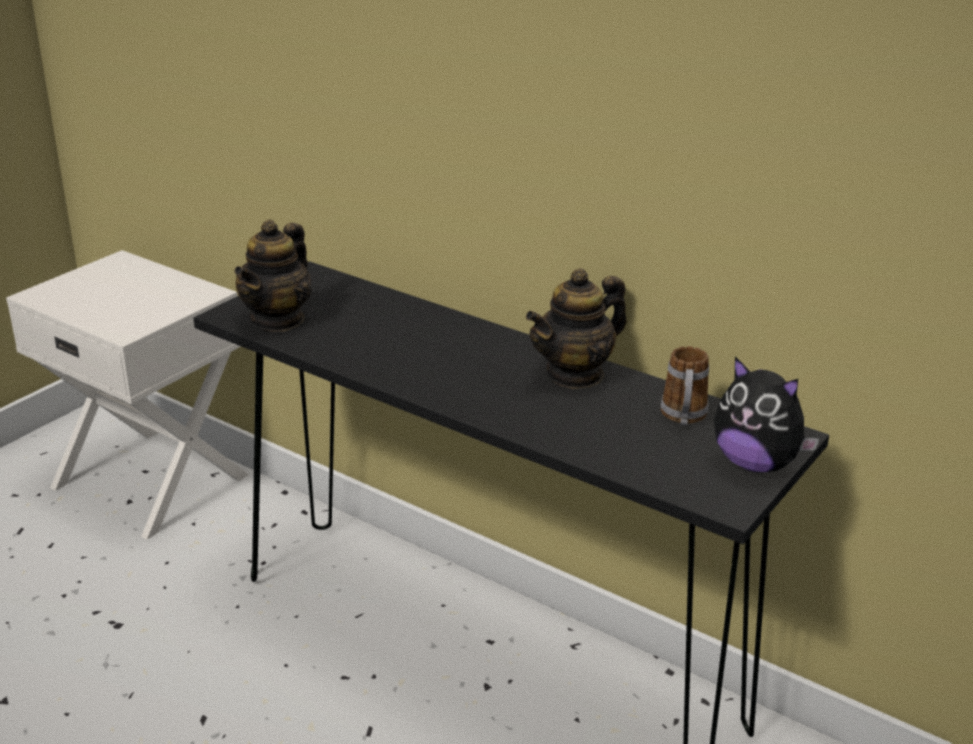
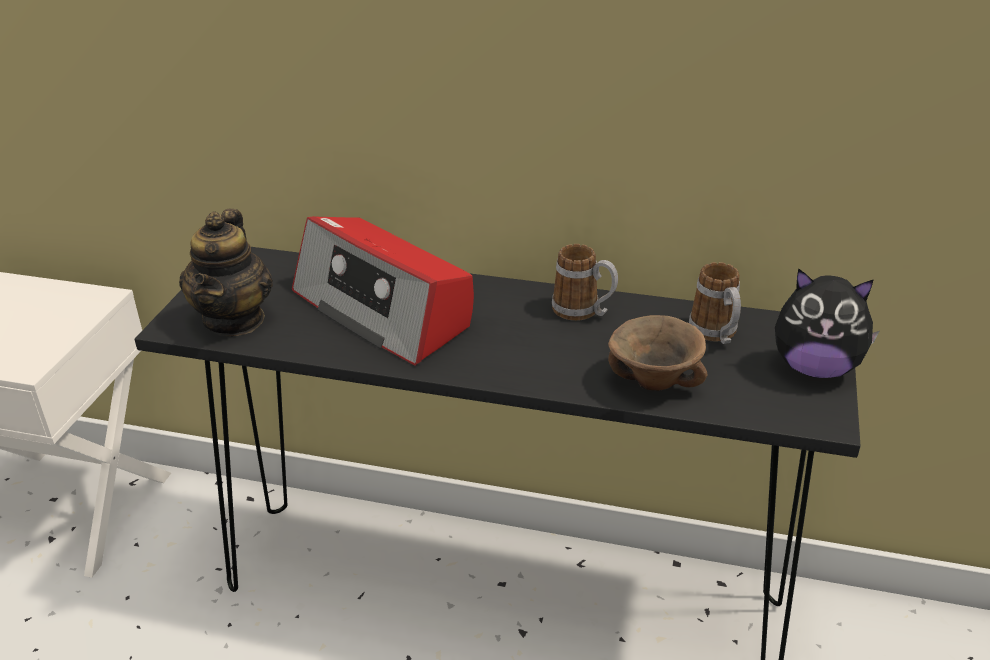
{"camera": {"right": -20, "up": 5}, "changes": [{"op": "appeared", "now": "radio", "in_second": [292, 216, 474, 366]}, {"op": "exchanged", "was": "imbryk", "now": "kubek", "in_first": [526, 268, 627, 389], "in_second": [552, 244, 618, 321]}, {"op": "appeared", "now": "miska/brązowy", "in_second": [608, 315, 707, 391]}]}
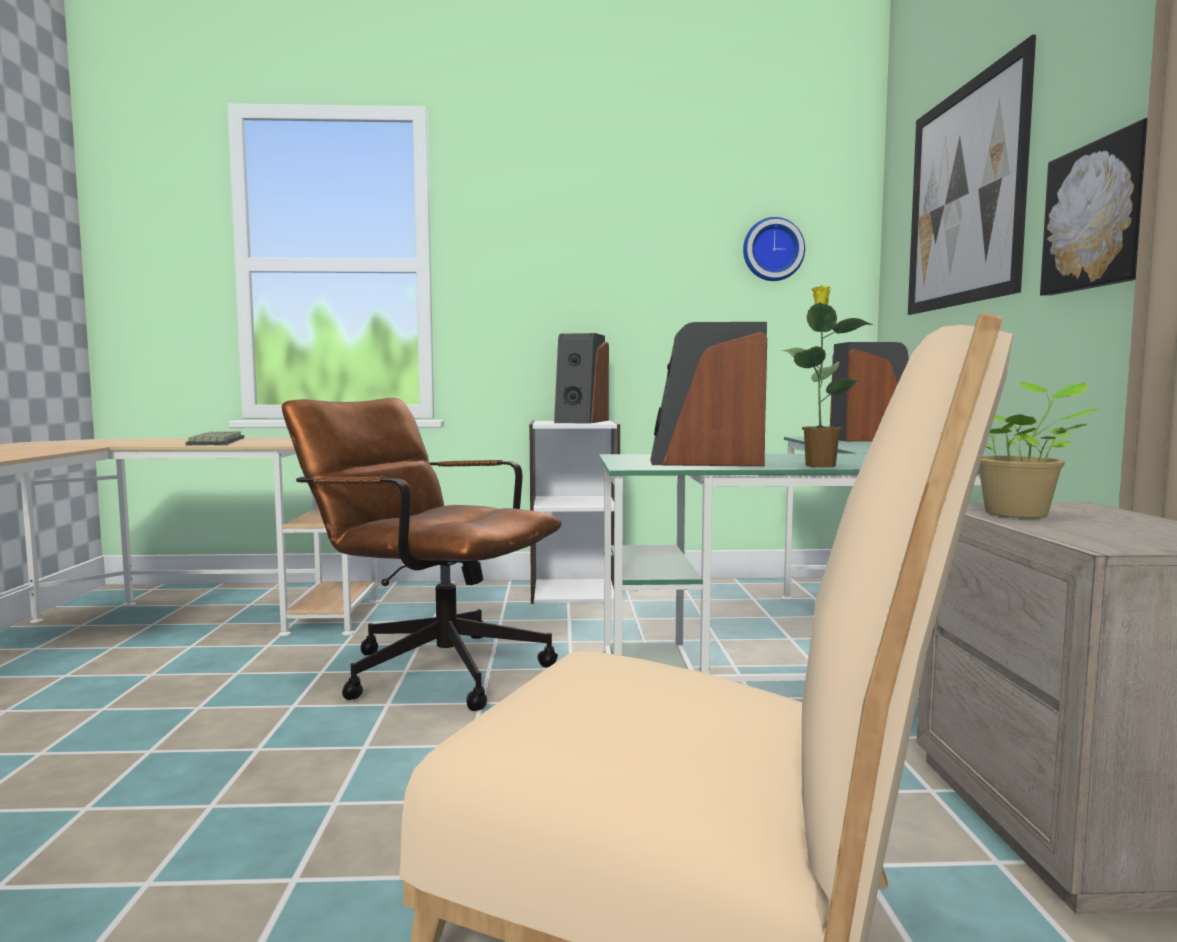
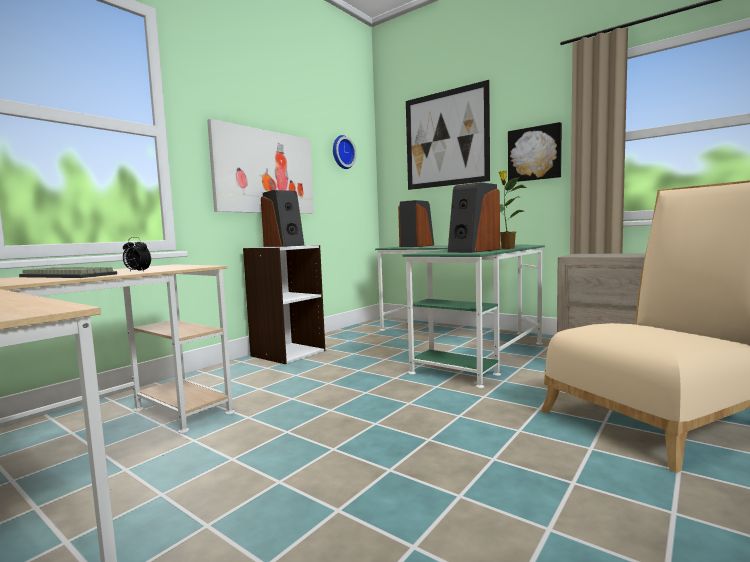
{"camera": {"right": -50, "up": 0}, "changes": [{"op": "appeared", "now": "budzik", "in_second": [123, 237, 151, 272]}, {"op": "appeared", "now": "obraz", "in_second": [207, 119, 314, 214]}, {"op": "missing", "was": "krzesło biurowe/brązowy", "in_first": [282, 398, 562, 711]}, {"op": "missing", "was": "roślina doniczkowa", "in_first": [979, 382, 1100, 518]}]}
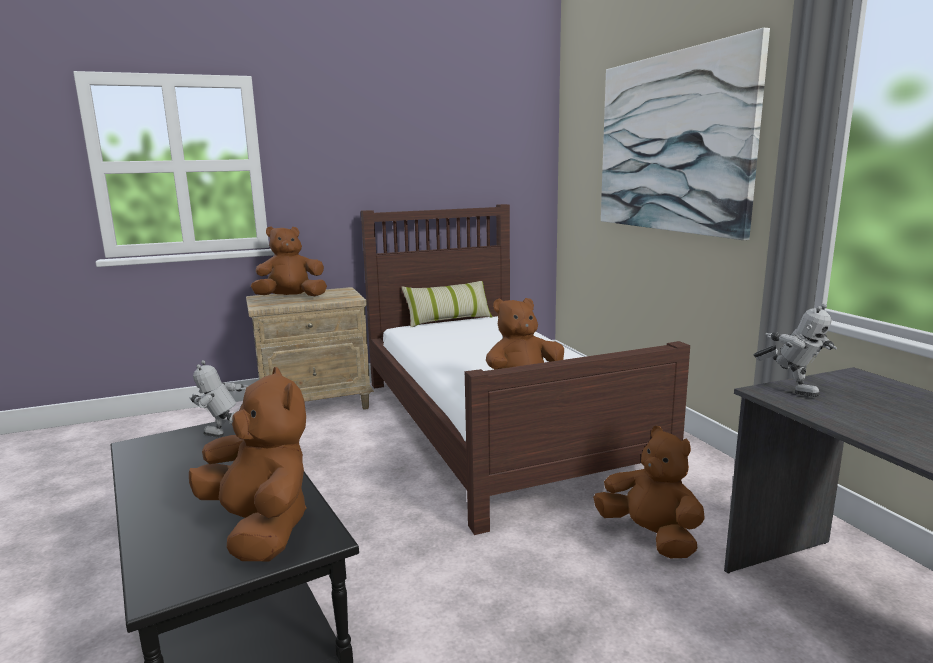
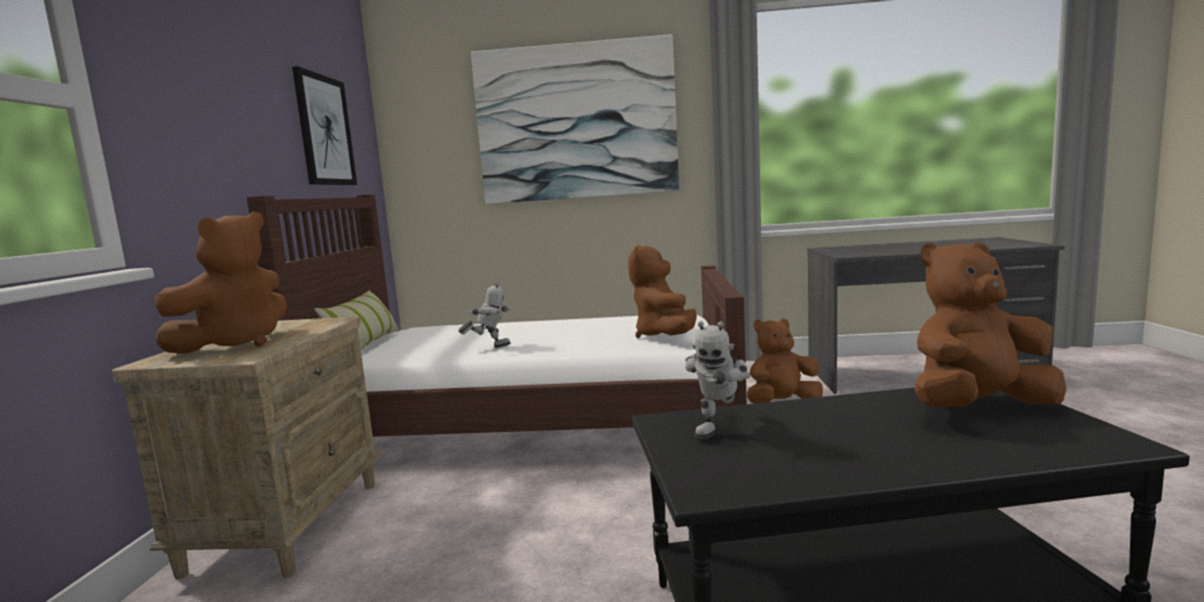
{"camera": {"right": -65, "up": -5}, "changes": [{"op": "spun", "was": "pluszak/brązowy", "in_first": [251, 226, 327, 296], "in_second": [155, 212, 287, 354], "clockwise": -150}, {"op": "appeared", "now": "obraz", "in_second": [292, 66, 357, 185]}, {"op": "relocated", "was": "robot zabawkowy", "in_first": [754, 304, 837, 397], "in_second": [458, 282, 511, 348]}]}
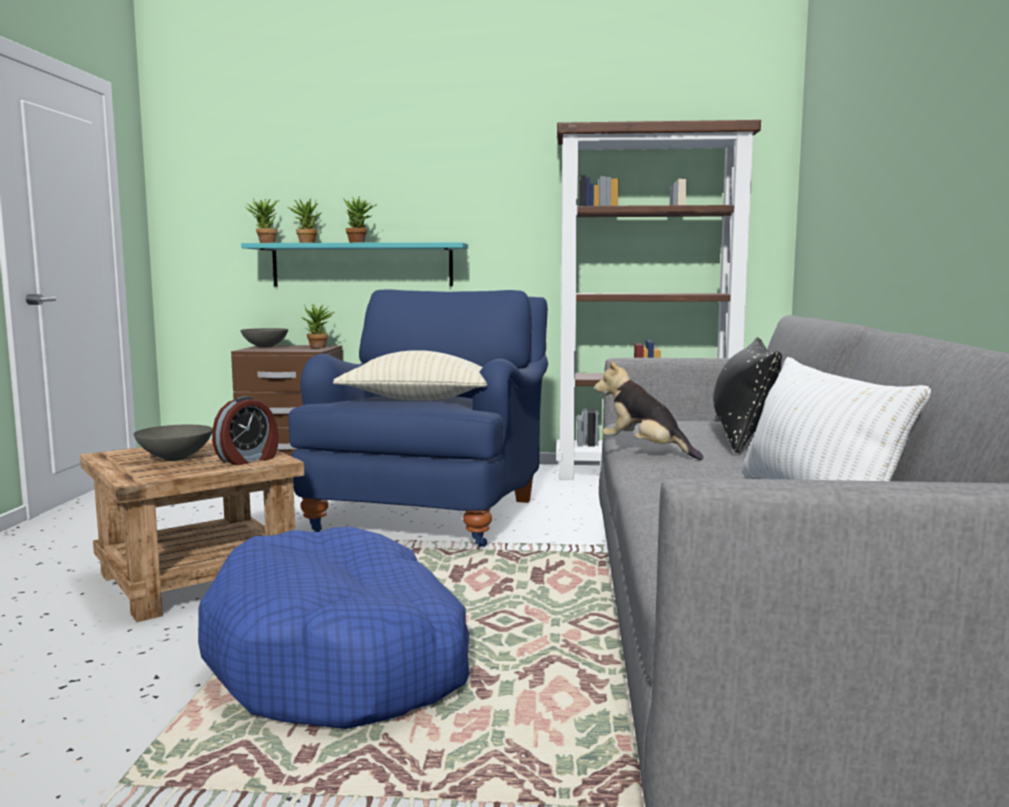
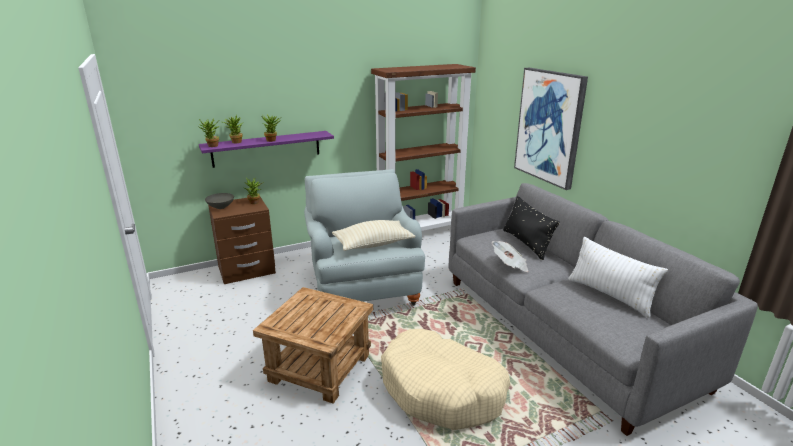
{"camera": {"right": -30, "up": 15}, "changes": [{"op": "colour", "was": "półka/turkusowy", "now": "półka/fioletowy", "in_first": [241, 242, 468, 286], "in_second": [199, 131, 334, 168]}, {"op": "colour", "was": "fotel/niebieski", "now": "fotel/szary", "in_first": [288, 289, 548, 547], "in_second": [304, 169, 425, 306]}, {"op": "colour", "was": "legowisko/niebieski", "now": "legowisko/beżowy", "in_first": [198, 527, 470, 729], "in_second": [381, 329, 510, 430]}, {"op": "exchanged", "was": "pluszak", "now": "gazeta", "in_first": [595, 361, 703, 460], "in_second": [492, 241, 528, 272]}, {"op": "appeared", "now": "obraz", "in_second": [514, 68, 588, 190]}, {"op": "missing", "was": "miska/szary", "in_first": [133, 425, 213, 461]}, {"op": "missing", "was": "budzik", "in_first": [212, 396, 279, 465]}]}
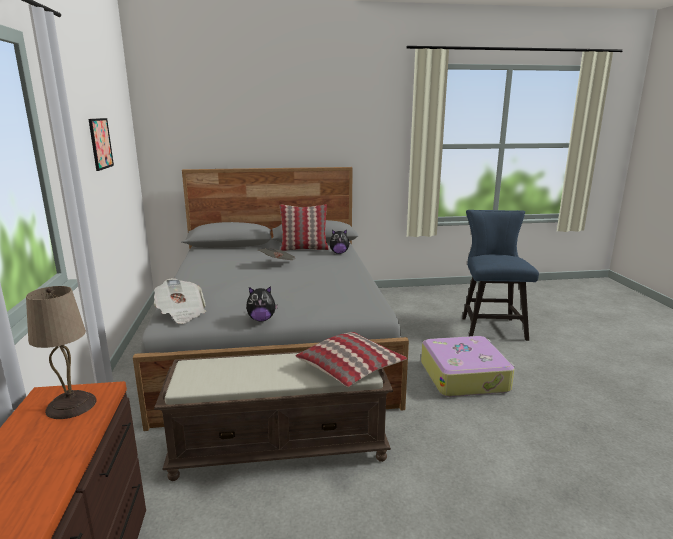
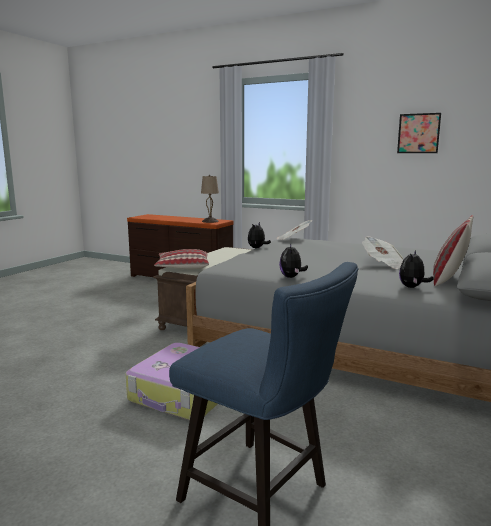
{"camera": {"right": 125, "up": -5}, "changes": [{"op": "appeared", "now": "pluszak", "in_second": [279, 244, 308, 278]}]}
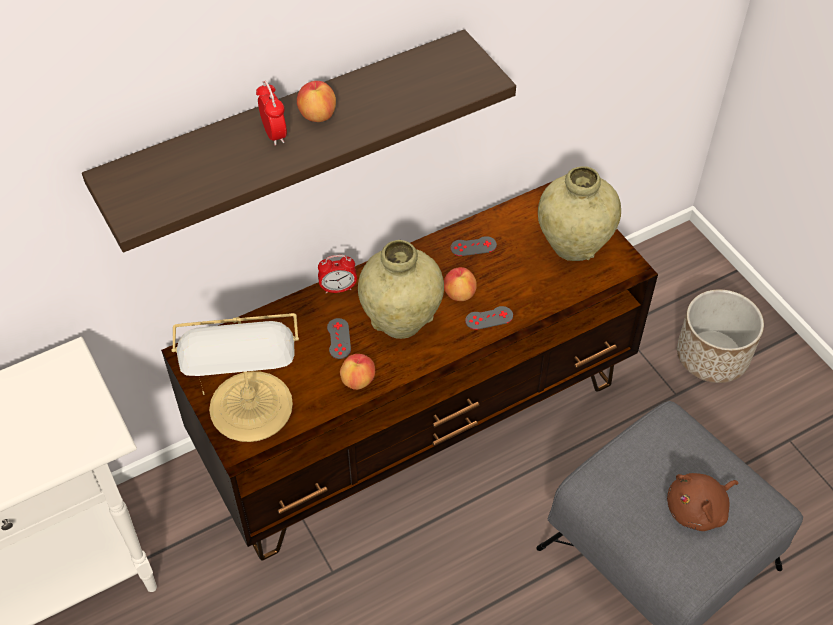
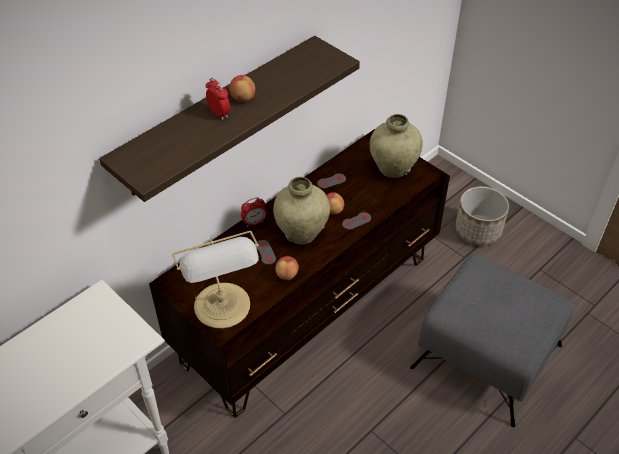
{"camera": {"right": -15, "up": -5}, "changes": [{"op": "missing", "was": "pluszak/brązowy", "in_first": [667, 473, 738, 531]}]}
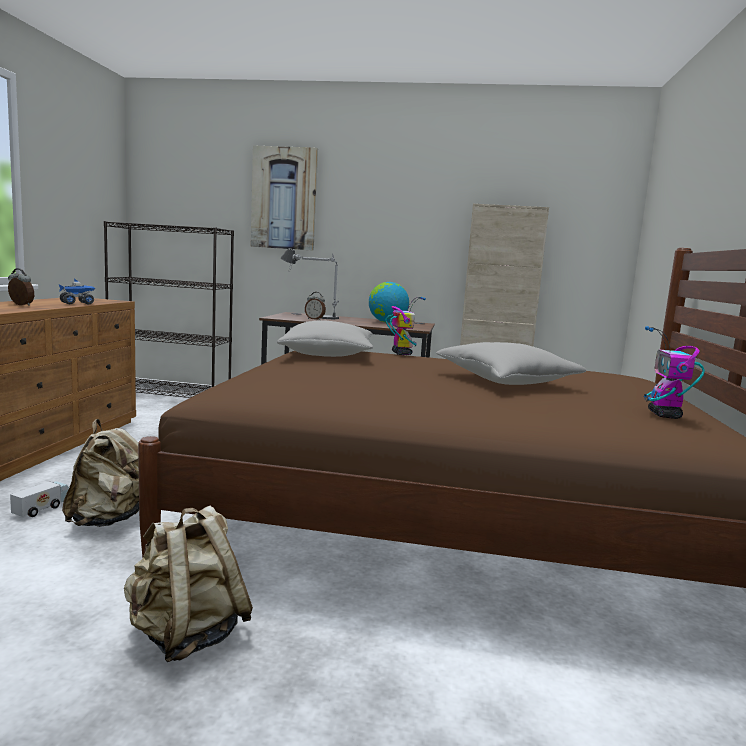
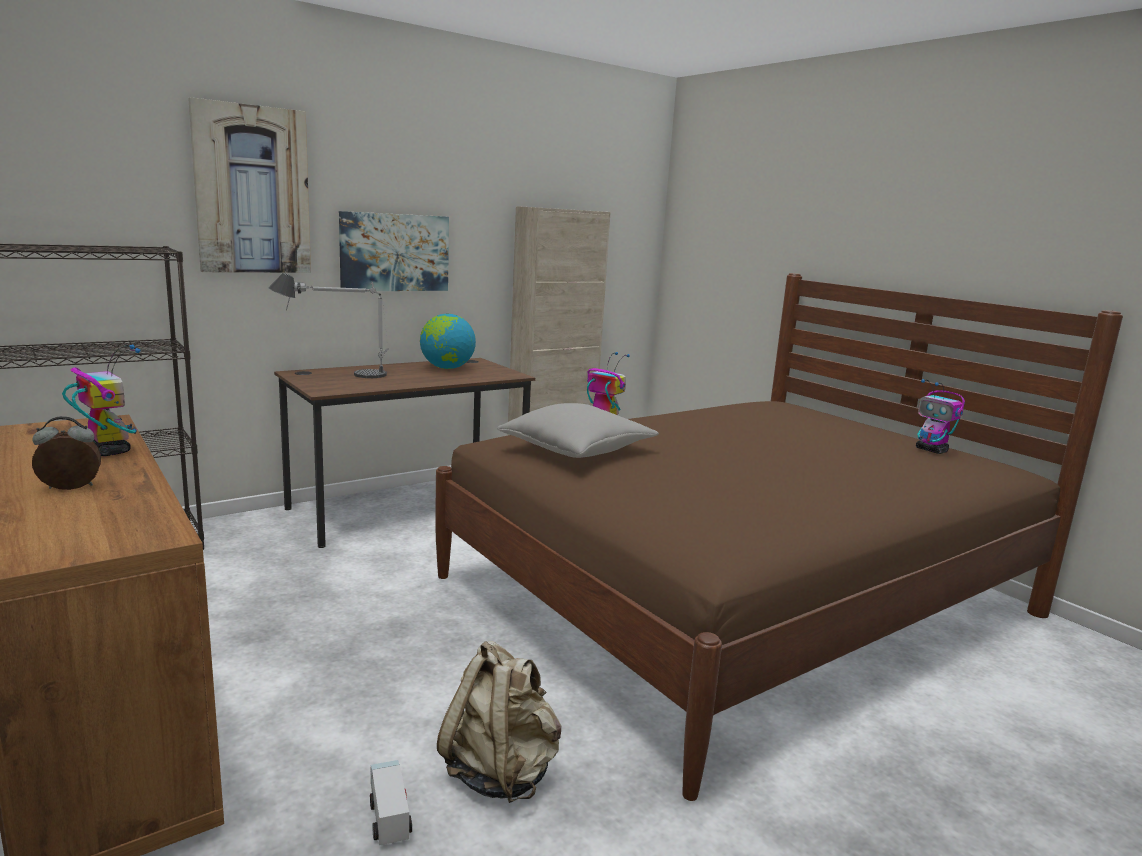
{"camera": {"right": -45, "up": 5}, "changes": [{"op": "exchanged", "was": "ciężarówka zabawkowa", "now": "robot zabawkowy", "in_first": [59, 278, 95, 304], "in_second": [62, 345, 140, 456]}, {"op": "appeared", "now": "obraz", "in_second": [339, 211, 449, 291]}, {"op": "missing", "was": "plecak/beżowy", "in_first": [124, 506, 253, 662]}, {"op": "missing", "was": "budzik", "in_first": [305, 292, 326, 320]}, {"op": "missing", "was": "poduszka/szary", "in_first": [436, 342, 586, 385]}]}
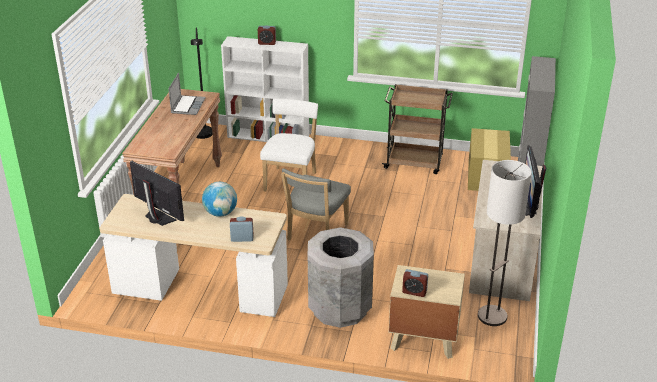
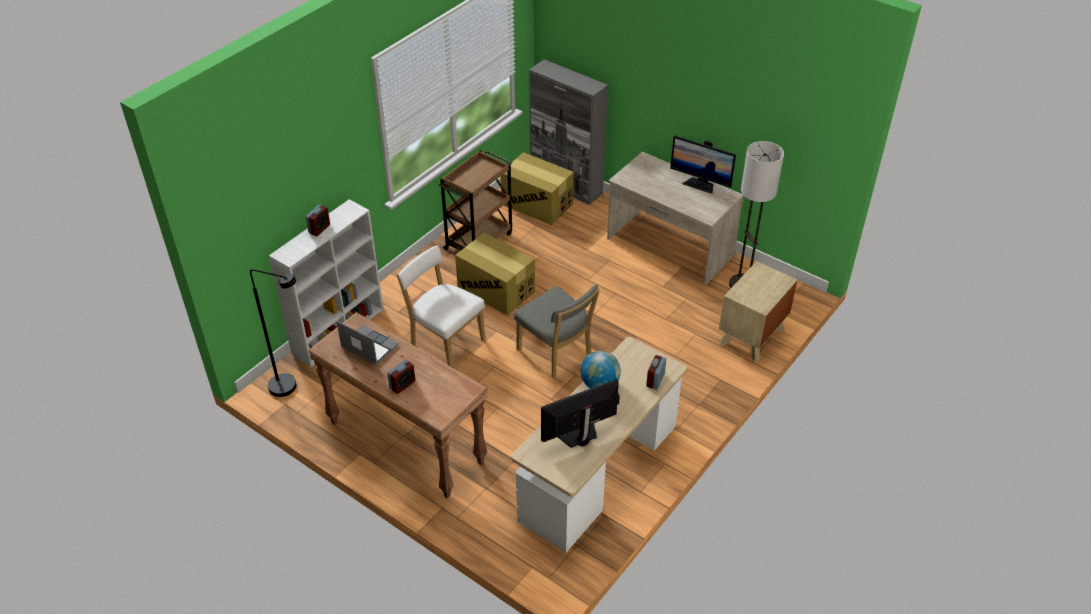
{"camera": {"right": -65, "up": 10}, "changes": [{"op": "relocated", "was": "budzik", "in_first": [402, 269, 428, 297], "in_second": [387, 360, 415, 394]}, {"op": "appeared", "now": "karton", "in_second": [455, 233, 535, 315]}, {"op": "missing", "was": "kosz na śmieci/szary", "in_first": [308, 227, 374, 328]}]}
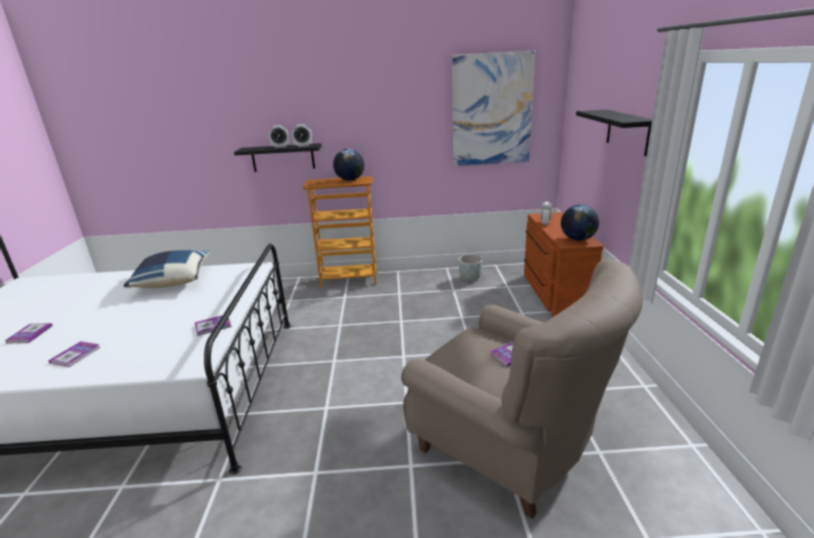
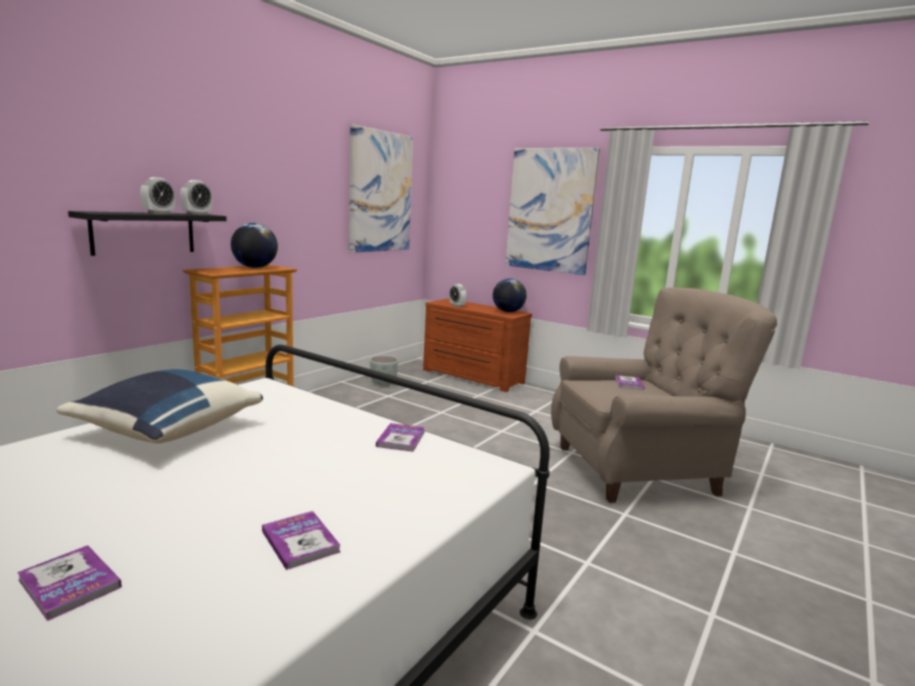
{"camera": {"right": -55, "up": -10}, "changes": [{"op": "exchanged", "was": "półka/czarny", "now": "obraz", "in_first": [576, 110, 652, 156], "in_second": [505, 148, 600, 275]}]}
